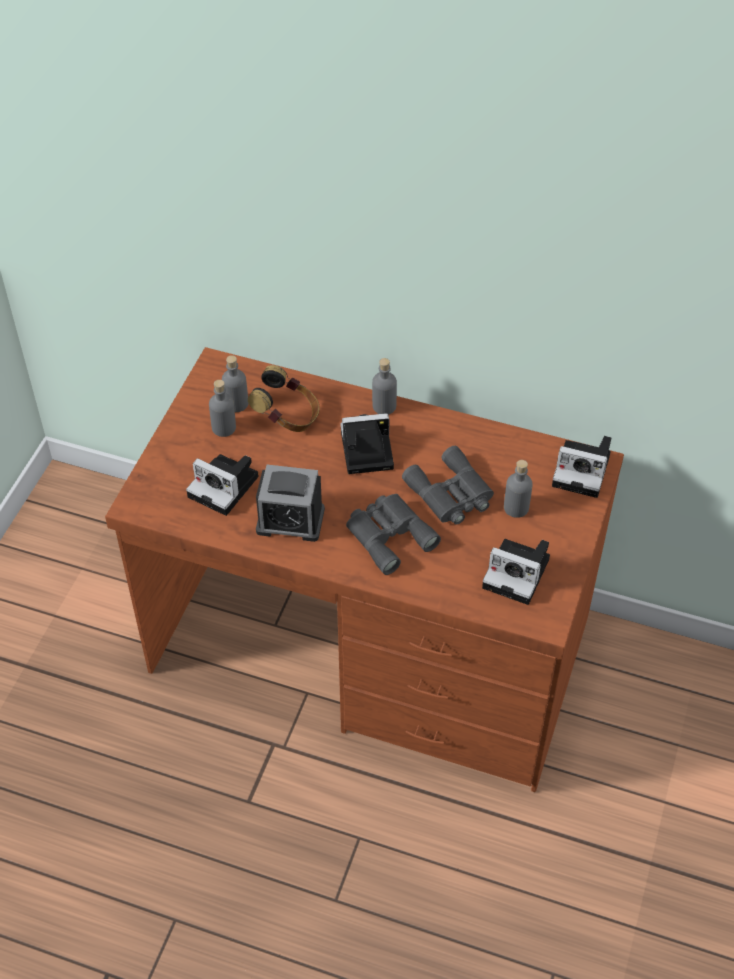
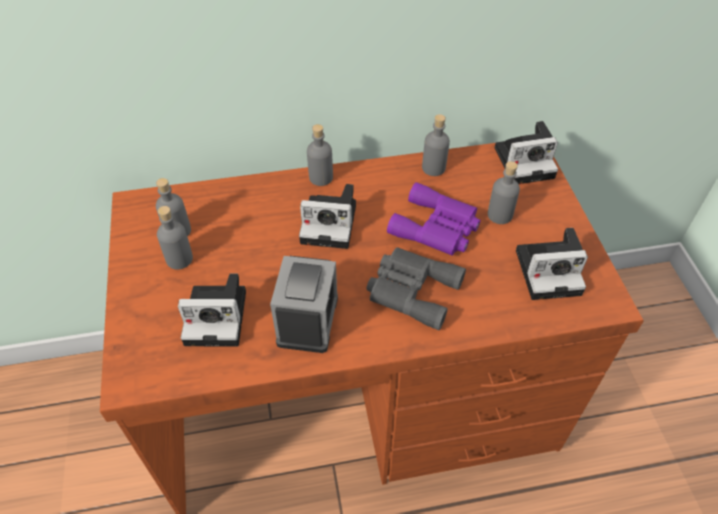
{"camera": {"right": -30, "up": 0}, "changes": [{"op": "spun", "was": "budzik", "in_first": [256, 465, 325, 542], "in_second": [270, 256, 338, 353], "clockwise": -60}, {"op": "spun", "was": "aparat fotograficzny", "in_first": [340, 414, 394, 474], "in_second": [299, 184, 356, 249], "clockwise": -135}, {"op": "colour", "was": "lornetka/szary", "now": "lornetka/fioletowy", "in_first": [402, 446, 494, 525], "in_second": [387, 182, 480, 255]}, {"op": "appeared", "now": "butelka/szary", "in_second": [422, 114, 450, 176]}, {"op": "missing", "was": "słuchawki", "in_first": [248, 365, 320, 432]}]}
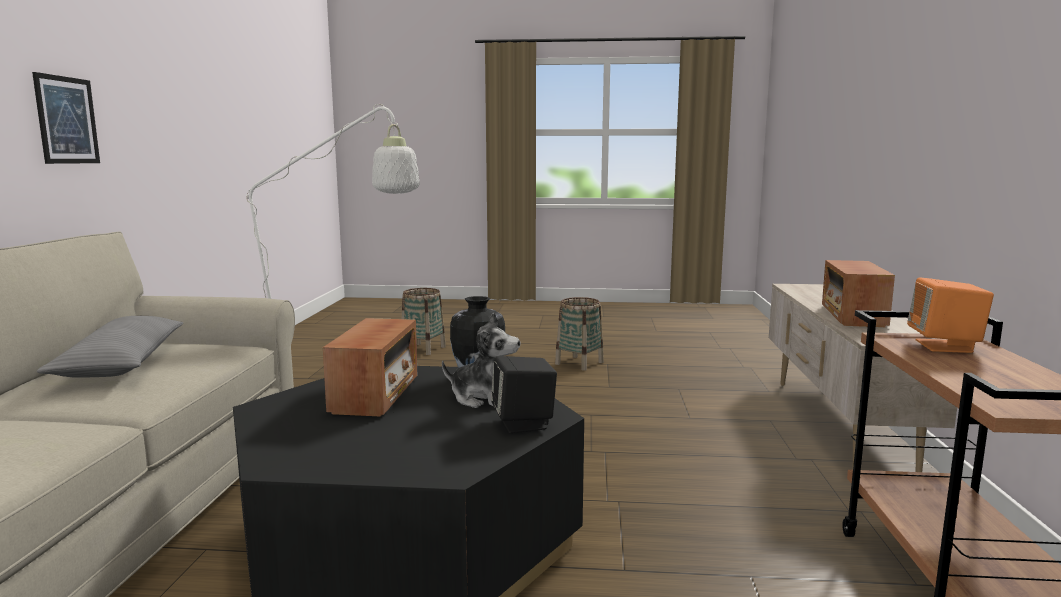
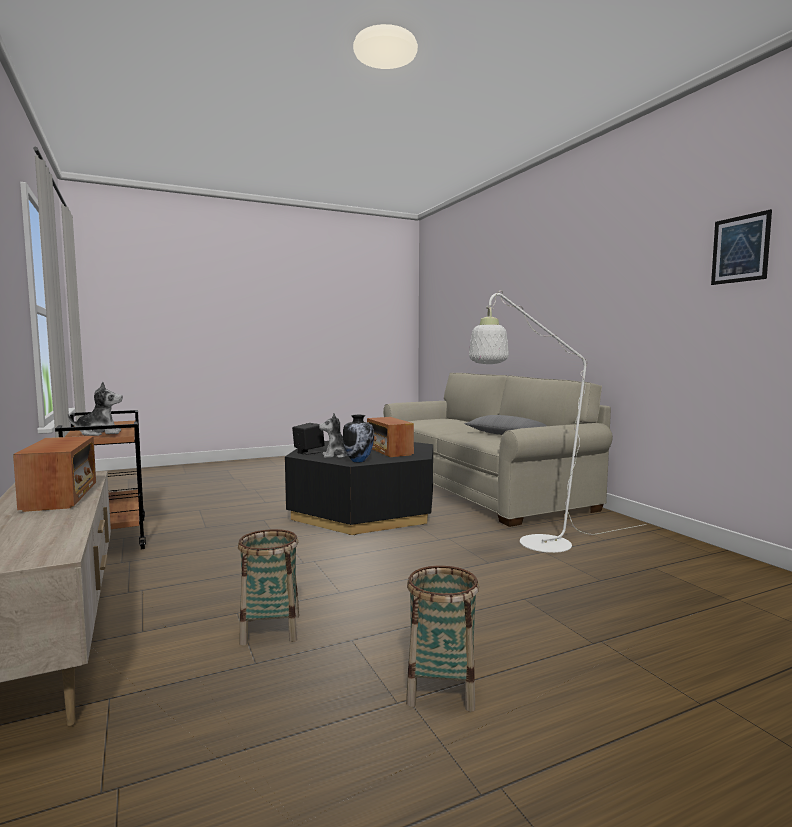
{"camera": {"right": 150, "up": -5}, "changes": [{"op": "exchanged", "was": "głośnik/pomarańczowy", "now": "pluszak", "in_first": [907, 277, 994, 353], "in_second": [68, 382, 122, 436]}, {"op": "relocated", "was": "koszyk", "in_first": [402, 288, 446, 355], "in_second": [238, 529, 299, 645]}, {"op": "relocated", "was": "obraz", "in_first": [32, 72, 100, 164], "in_second": [711, 209, 772, 285]}]}
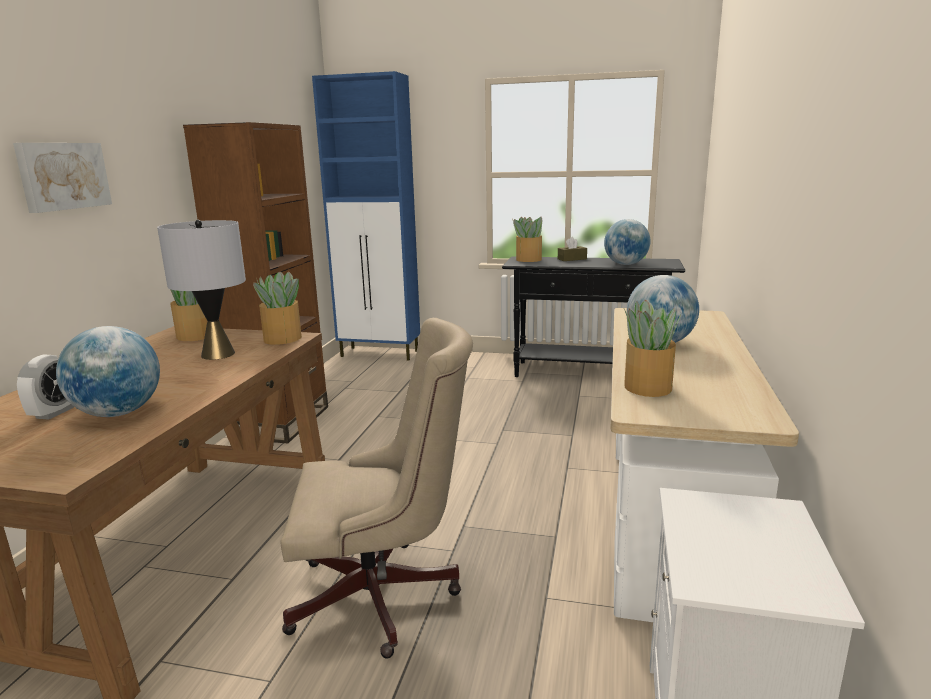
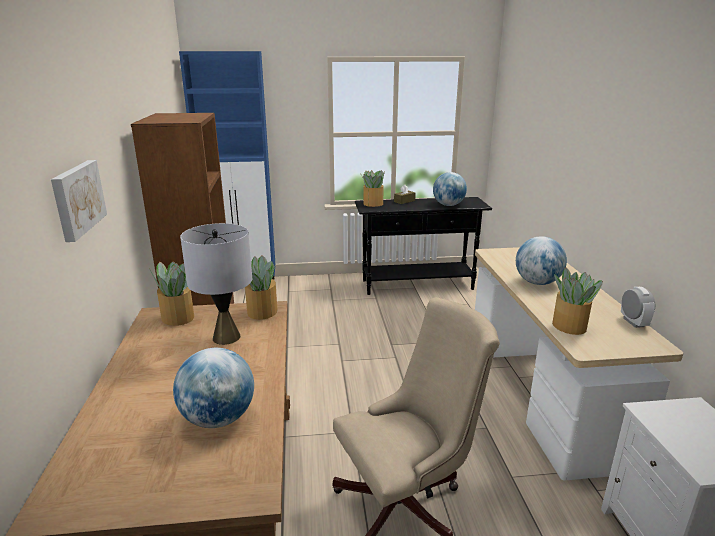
{"camera": {"right": -20, "up": 5}, "changes": [{"op": "relocated", "was": "budzik", "in_first": [17, 354, 74, 420], "in_second": [621, 287, 655, 328]}]}
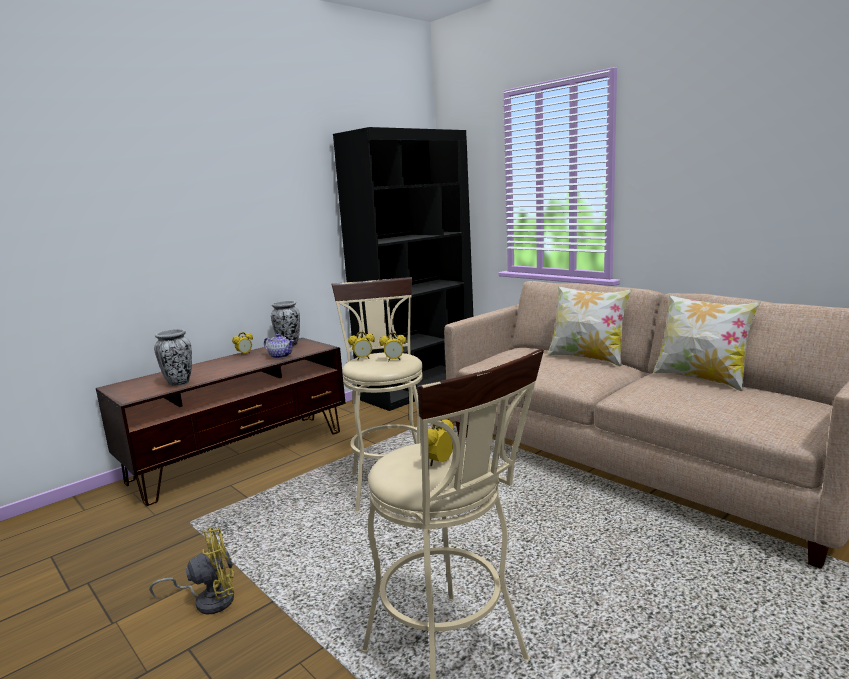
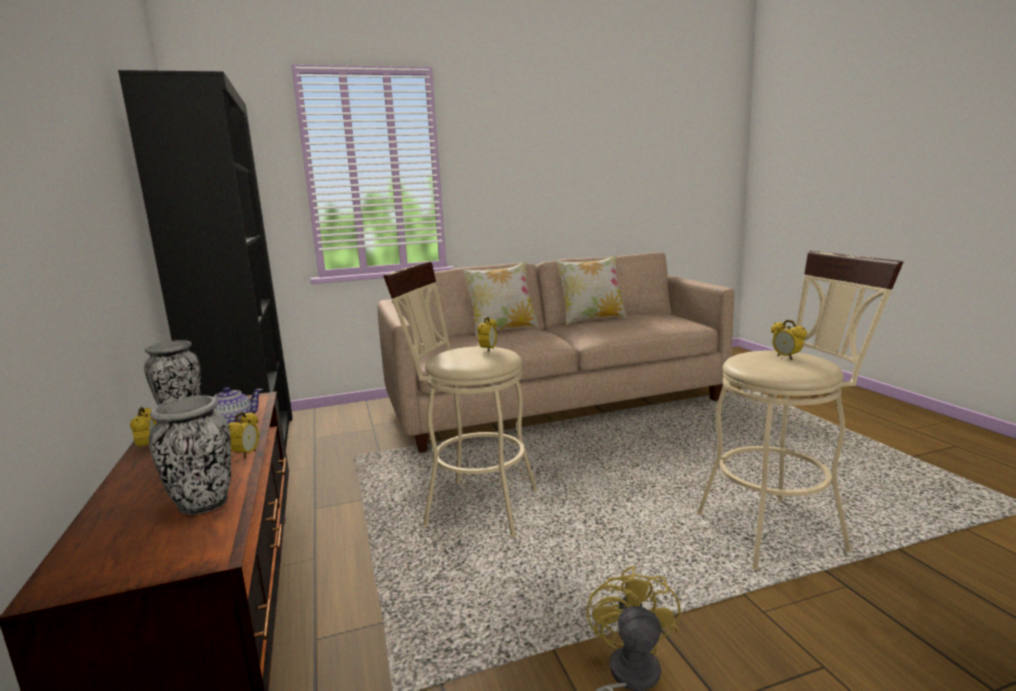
{"camera": {"right": -65, "up": 0}, "changes": [{"op": "relocated", "was": "budzik", "in_first": [348, 331, 375, 360], "in_second": [228, 412, 259, 459]}]}
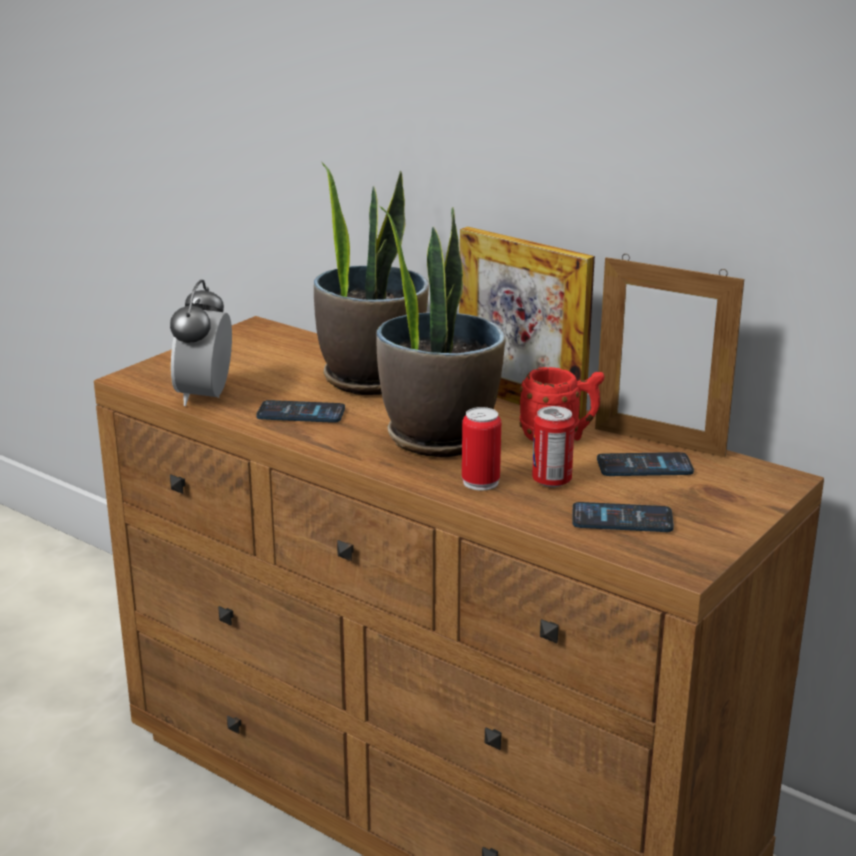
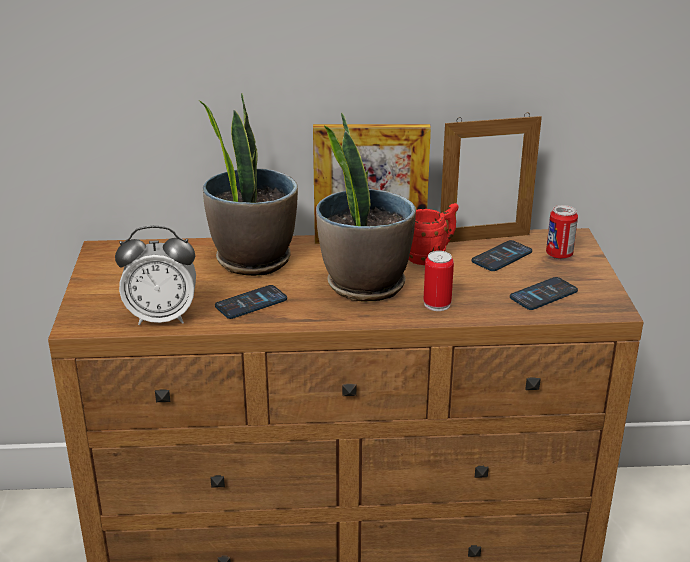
{"camera": {"right": -40, "up": 5}, "changes": [{"op": "spun", "was": "budzik", "in_first": [170, 280, 232, 406], "in_second": [115, 226, 196, 325], "clockwise": -60}, {"op": "relocated", "was": "puszka", "in_first": [532, 406, 575, 487], "in_second": [546, 205, 578, 259]}]}
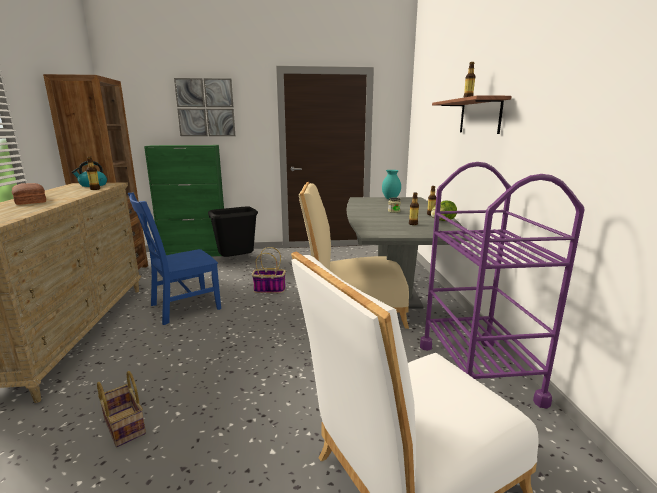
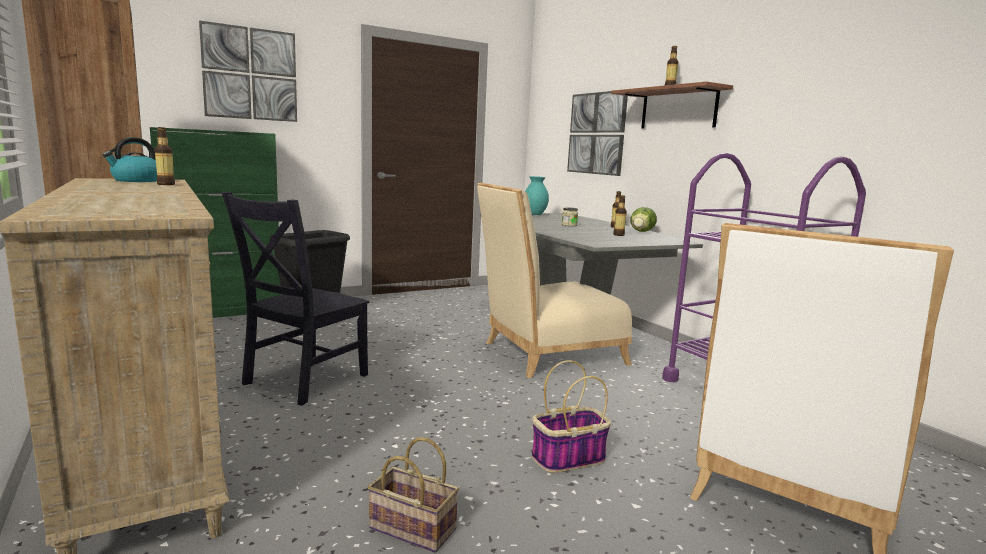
{"camera": {"right": -25, "up": -5}, "changes": [{"op": "colour", "was": "krzesło/niebieski", "now": "krzesło/czarny", "in_first": [128, 193, 221, 325], "in_second": [221, 192, 369, 406]}, {"op": "relocated", "was": "koszyk", "in_first": [252, 247, 286, 293], "in_second": [531, 360, 611, 473]}, {"op": "appeared", "now": "obraz", "in_second": [567, 91, 628, 176]}, {"op": "missing", "was": "chleb", "in_first": [11, 183, 46, 205]}]}
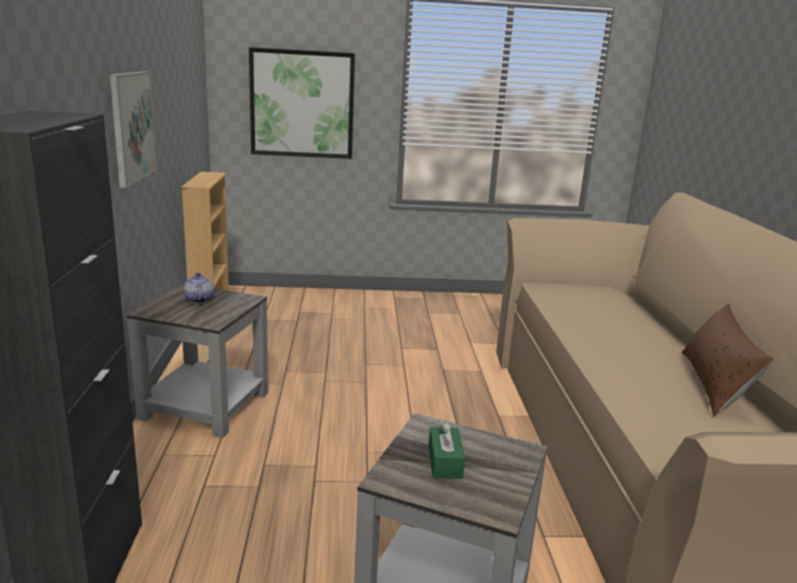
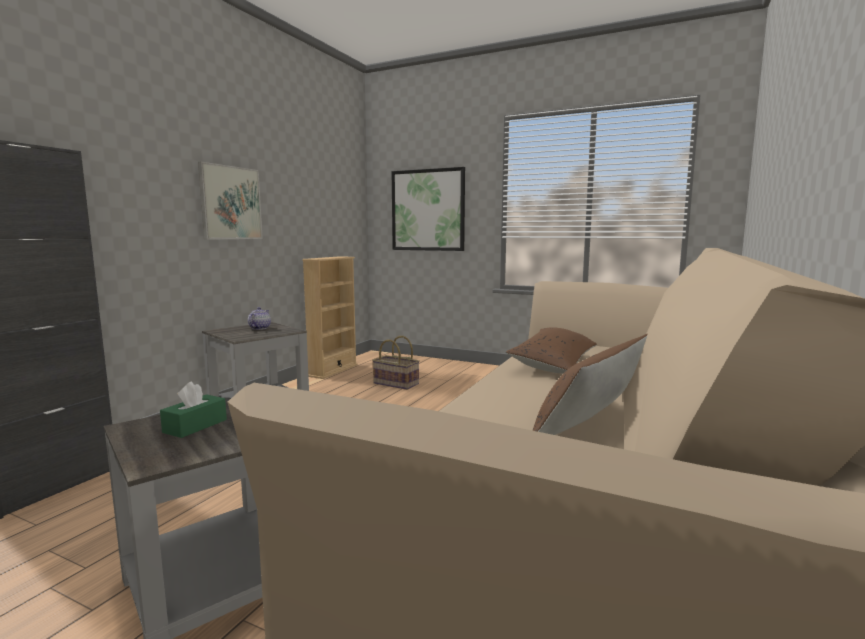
{"camera": {"right": 30, "up": -10}, "changes": [{"op": "appeared", "now": "koszyk", "in_second": [372, 336, 420, 390]}, {"op": "appeared", "now": "poduszka/brązowy", "in_second": [505, 327, 597, 373]}]}
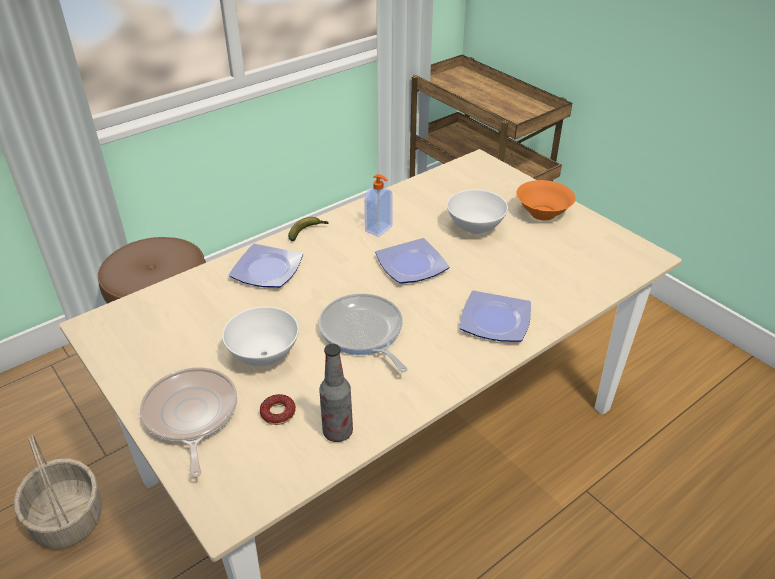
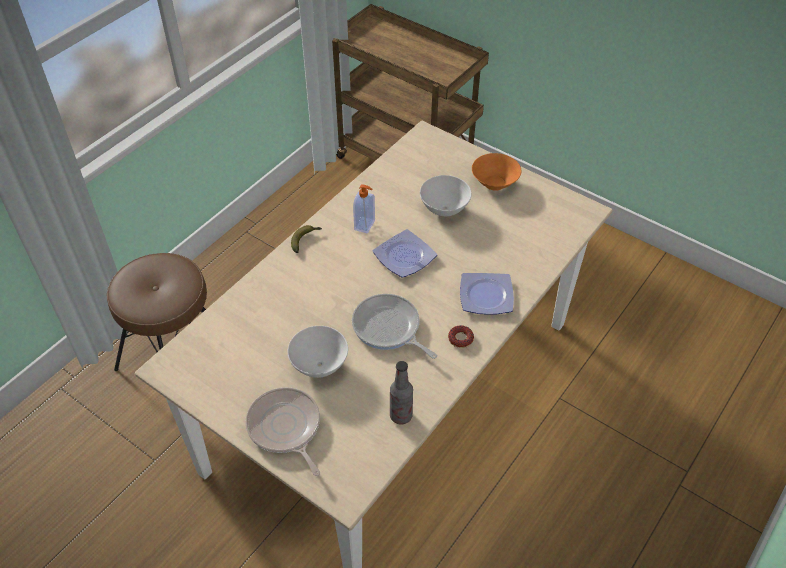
{"camera": {"right": -15, "up": 10}, "changes": [{"op": "relocated", "was": "donut", "in_first": [260, 394, 296, 425], "in_second": [448, 325, 474, 348]}, {"op": "missing", "was": "koszyk", "in_first": [14, 435, 102, 548]}, {"op": "missing", "was": "talerz", "in_first": [229, 244, 303, 288]}]}
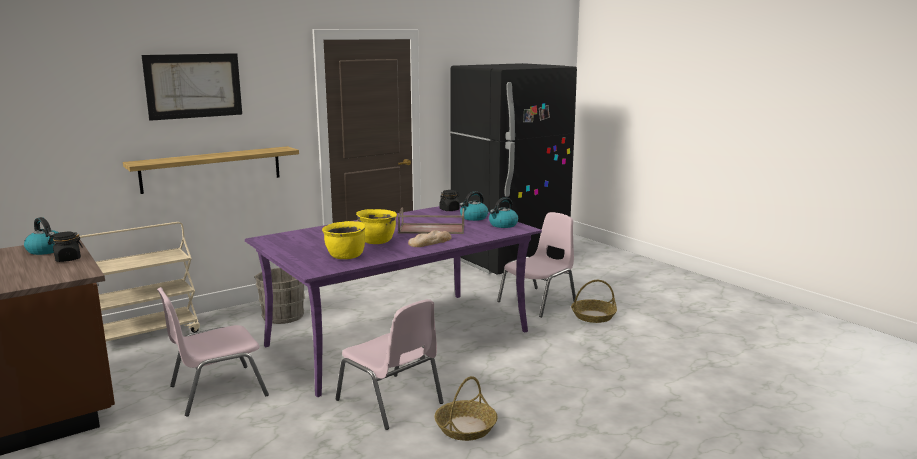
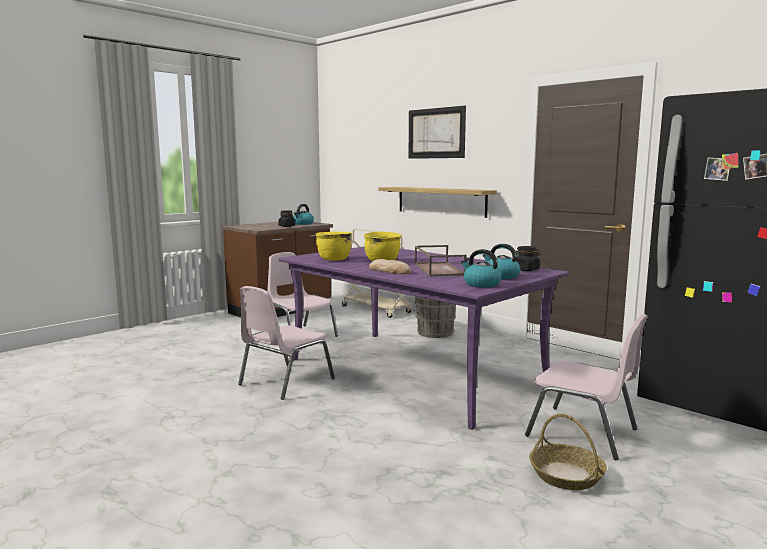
{"camera": {"right": 80, "up": -5}, "changes": [{"op": "missing", "was": "koszyk", "in_first": [434, 376, 498, 441]}]}
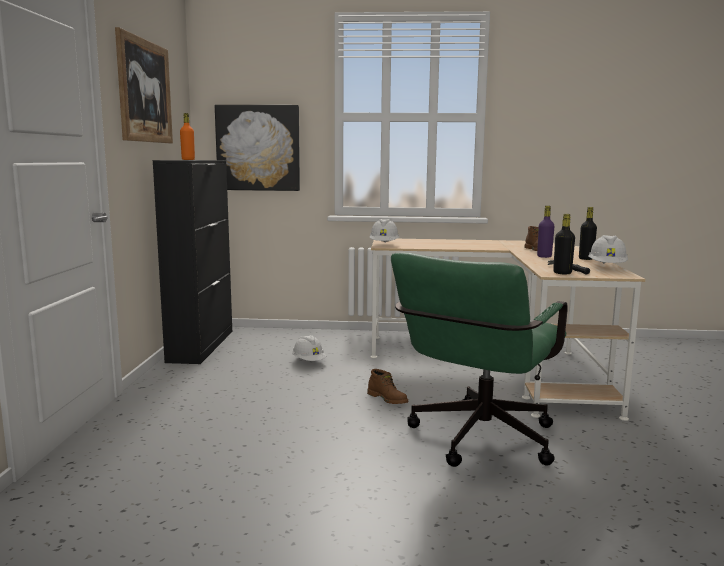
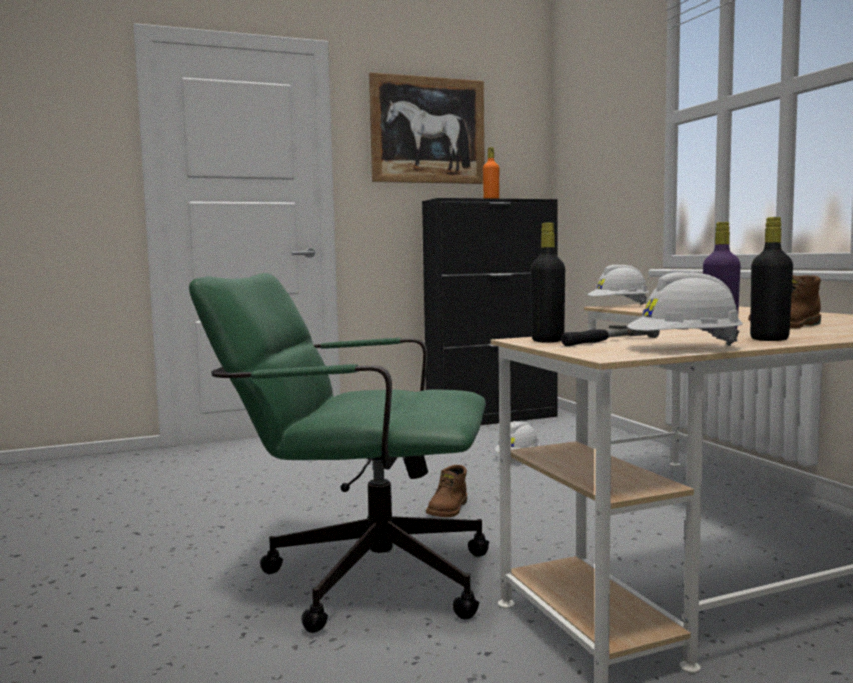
{"camera": {"right": 65, "up": -5}, "changes": [{"op": "missing", "was": "obraz", "in_first": [215, 105, 300, 191]}]}
